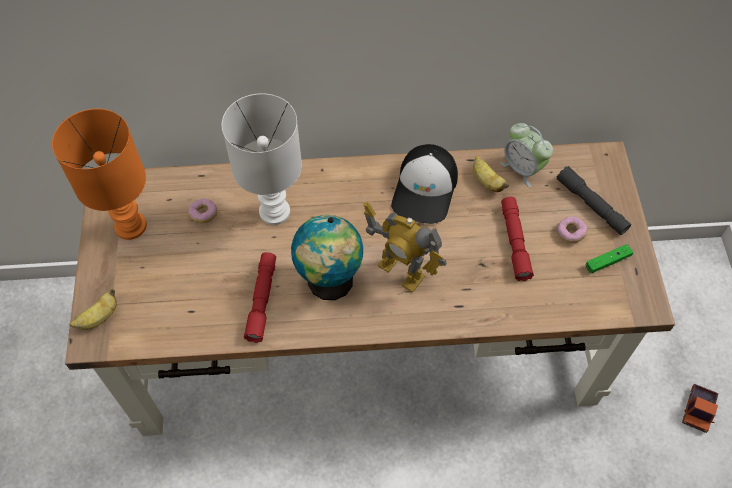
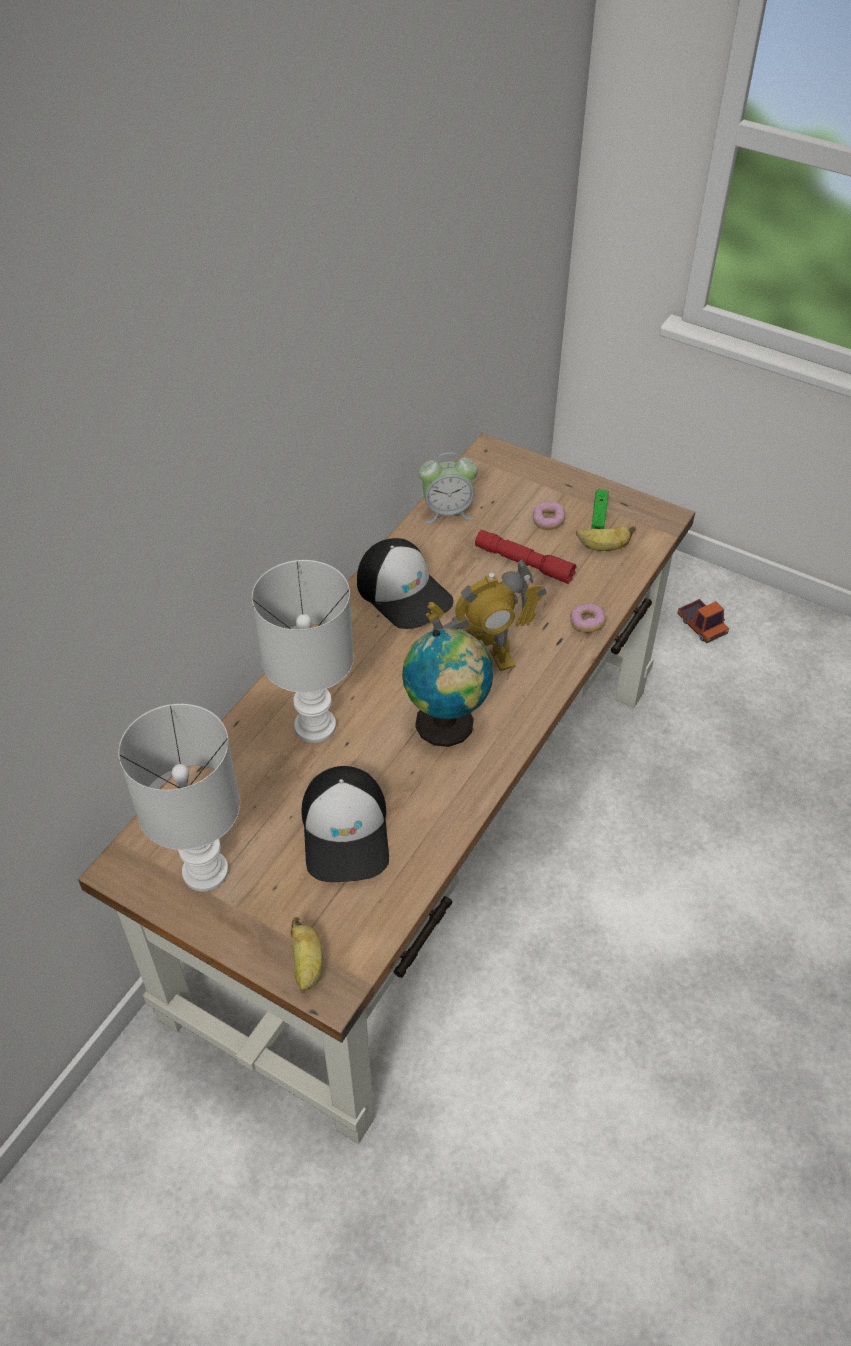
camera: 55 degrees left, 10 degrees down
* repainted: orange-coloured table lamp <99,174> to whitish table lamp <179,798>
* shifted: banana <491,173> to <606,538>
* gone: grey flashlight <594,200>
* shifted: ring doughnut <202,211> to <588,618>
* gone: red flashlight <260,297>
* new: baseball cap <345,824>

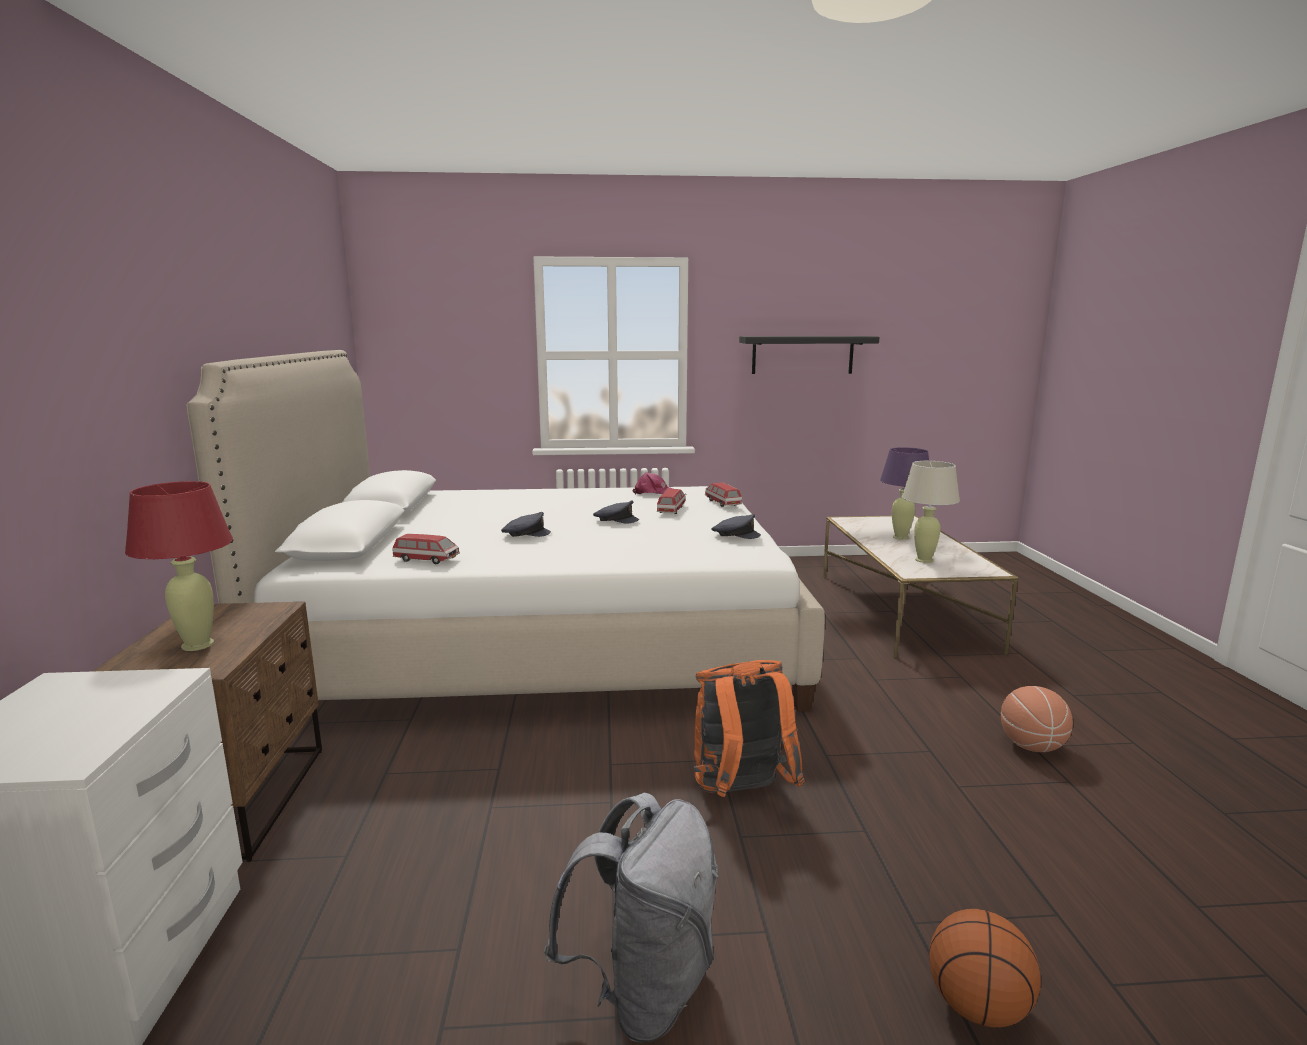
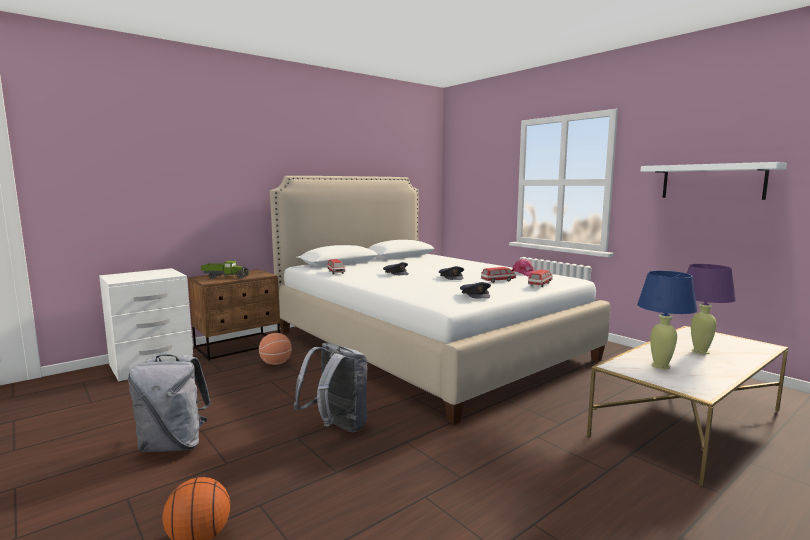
camera: 55 degrees right, 5 degrees down
* repainted: black bracket shelf <809,355> to whitish bracket shelf <714,181>
* repainted: beige-coloured table lamp <931,512> to bluish table lamp <667,320>
* swapped: red table lamp <179,566> to toy truck <225,269>
* repainted: orange-coloured backpack <749,728> to grey backpack <330,387>
* shifted: ball for basketball <1037,719> to <275,349>

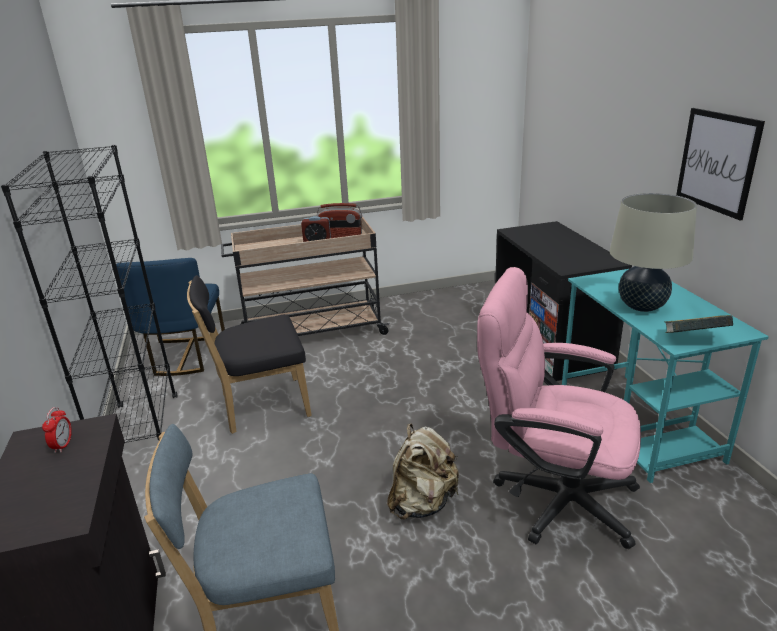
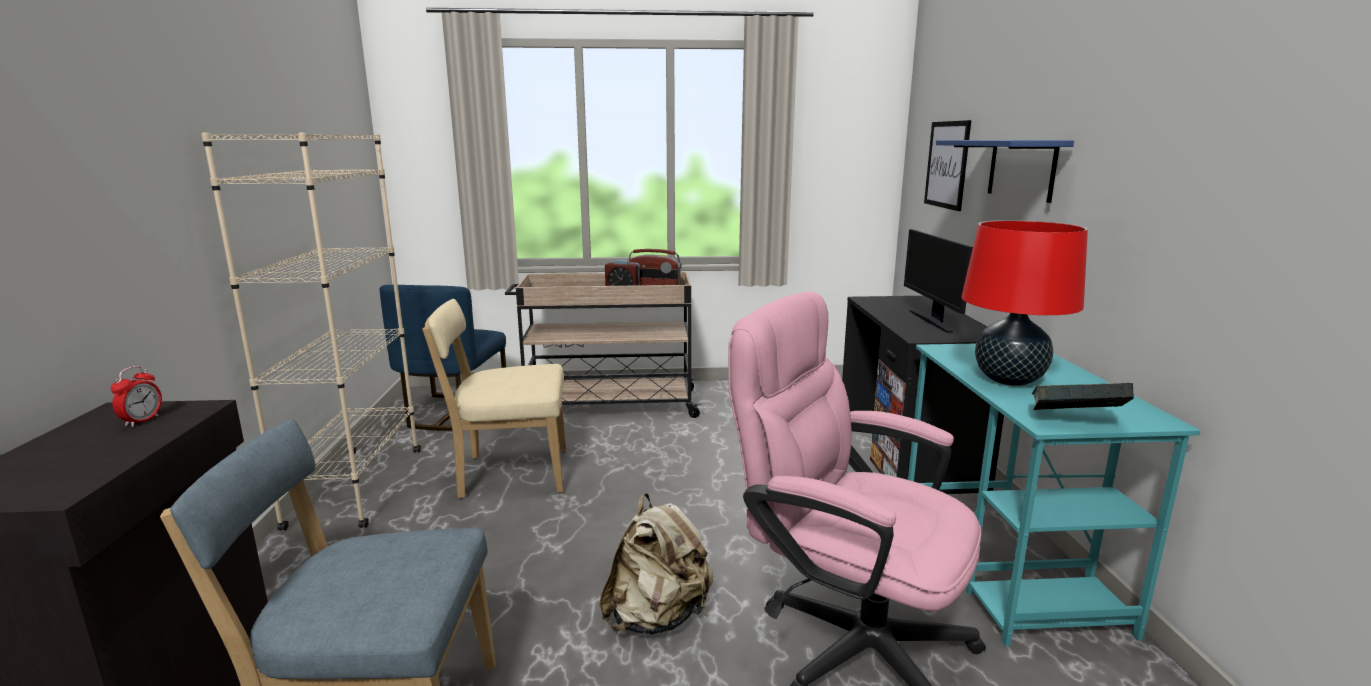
camera: 10 degrees right, 10 degrees down
* shifted: picture <720,164> to <947,165>
* repainted: black shelving unit <89,293> to beige-coloured shelving unit <311,331>
* repainted: beige-coloured table lamp <653,252> to red table lamp <1025,303>
* repainted: black chair <249,354> to beige-coloured chair <494,398>
* new: bluish bracket shelf <1005,171>
* new: computer display <938,281>

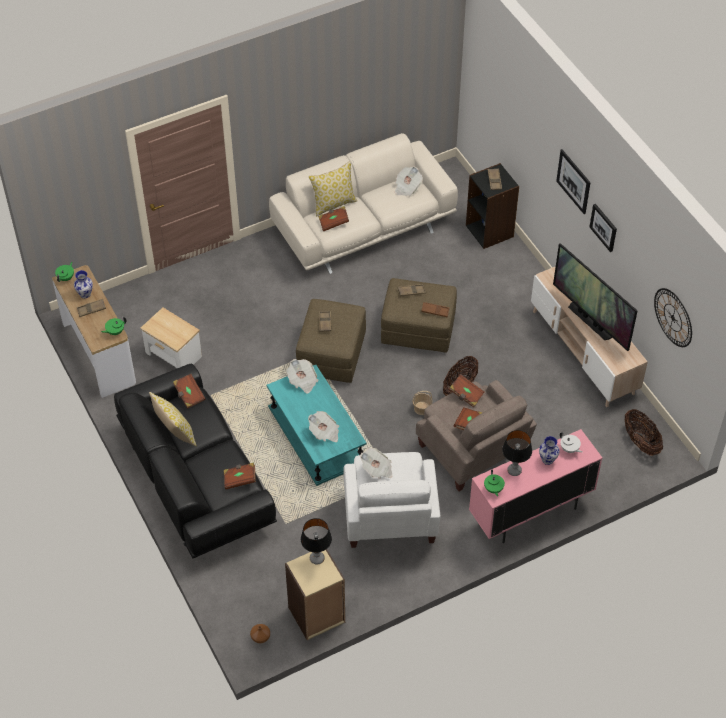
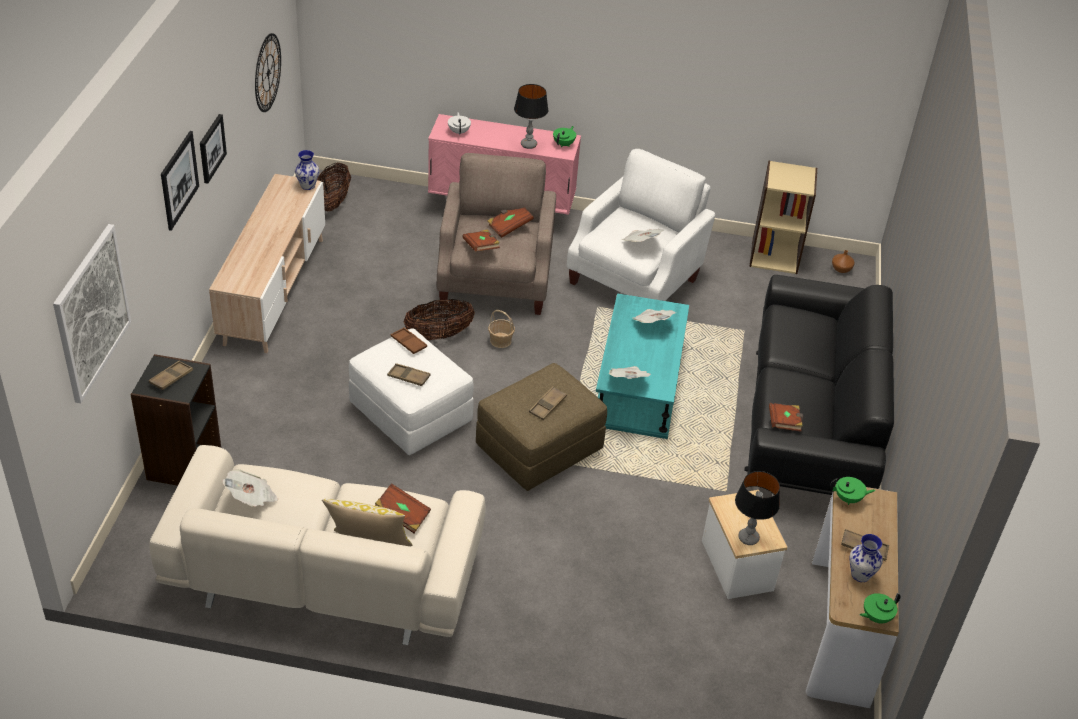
camera: 145 degrees left, 10 degrees down
* gone: TV set <595,297>
* repainted: brown pouffe <419,315> to whitish pouffe <411,391>
* gone: cushion <172,419>
* shifted: decorative vase <549,450> to <307,170>
* gone: brown volume <240,476>
* shifted: table lamp <316,541> to <757,508>
* new: picture <92,313>

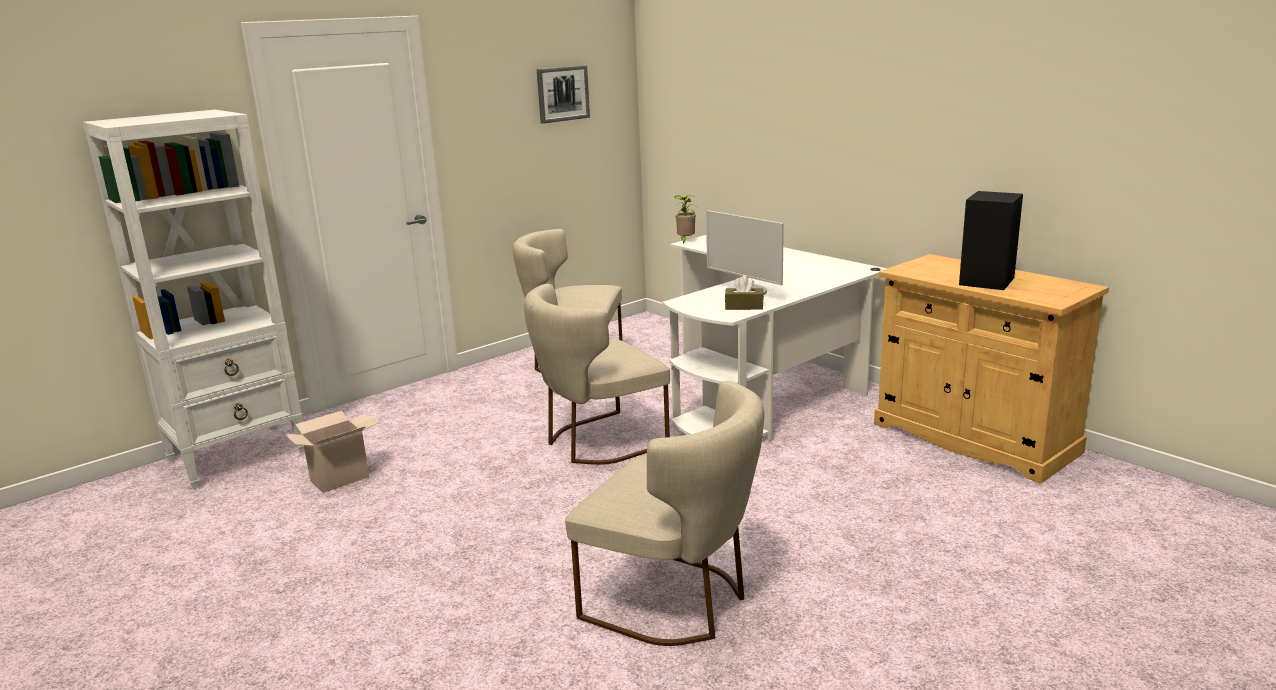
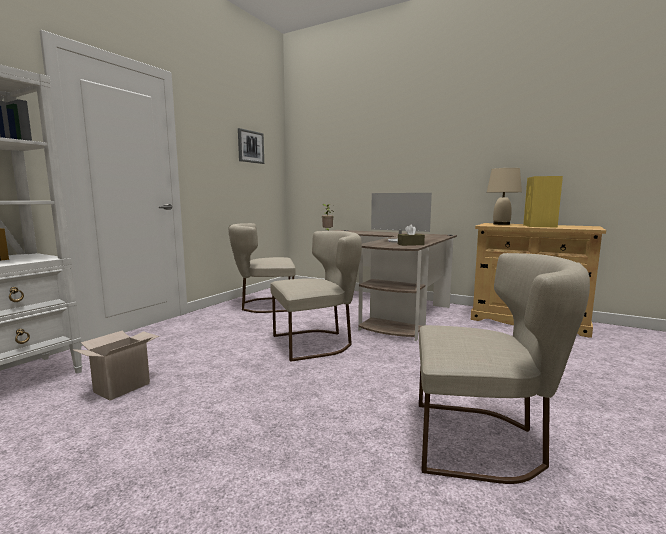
camera: 20 degrees left, 10 degrees down
* repainted: black loudspeaker <991,240> to yellowish loudspeaker <543,201>
* repainted: whitish desk unit <775,338> to brown desk unit <394,285>
* rotated: beige-coloured chair <597,374> = <316,296> 150 degrees counterclockwise
* new: beige-coloured table lamp <504,196>

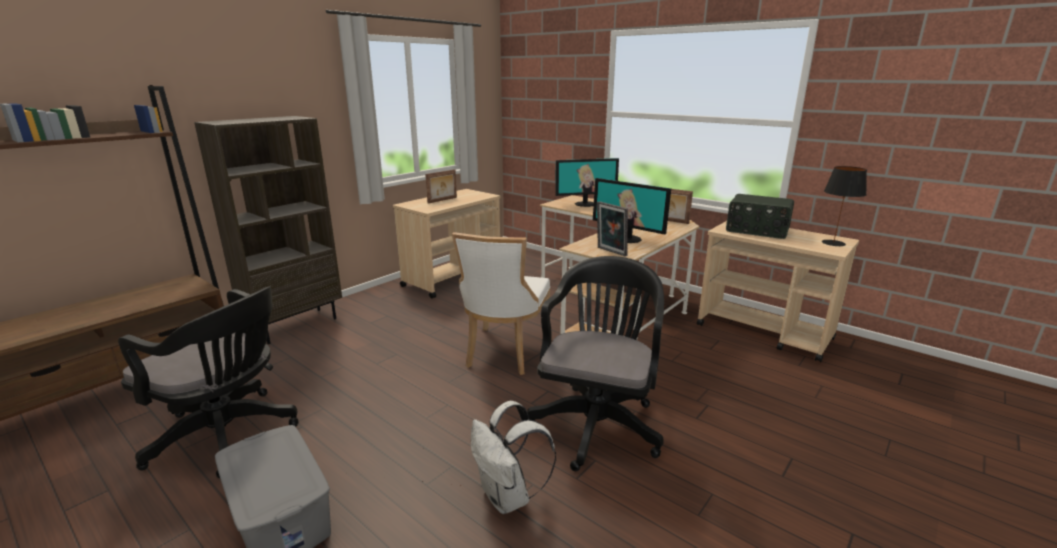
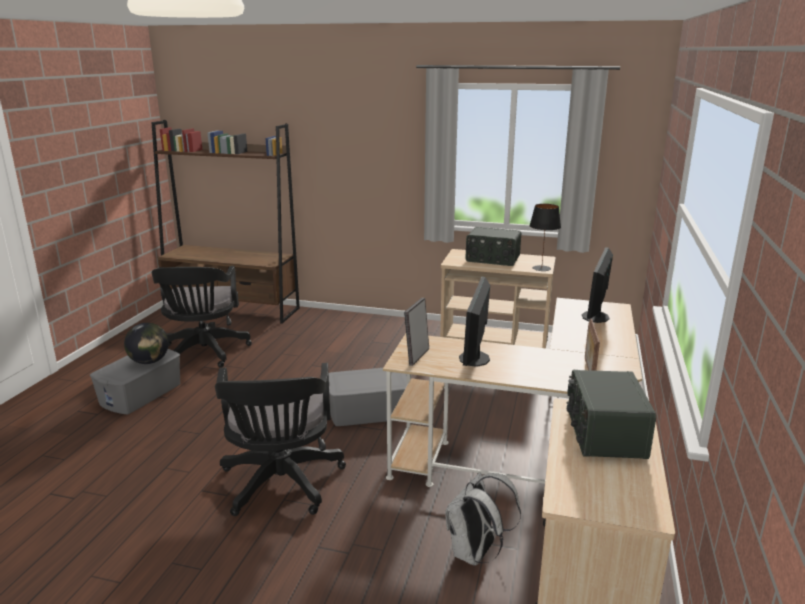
camera: 65 degrees right, 0 degrees up
* gone: brown shelving unit <268,230>
* rotated: computer display <587,182> = <597,285> 60 degrees clockwise
* shifted: black table lamp <844,206> to <545,237>
* swapped: photo frame <441,187> to radio set <493,246>
* swapped: whitish chair <501,303> to grey storage box <368,397>
* rotated: black office chair <595,363> = <280,439> 90 degrees clockwise
* shifted: whitish backpack <513,457> to <483,518>
* new: globe <146,343>

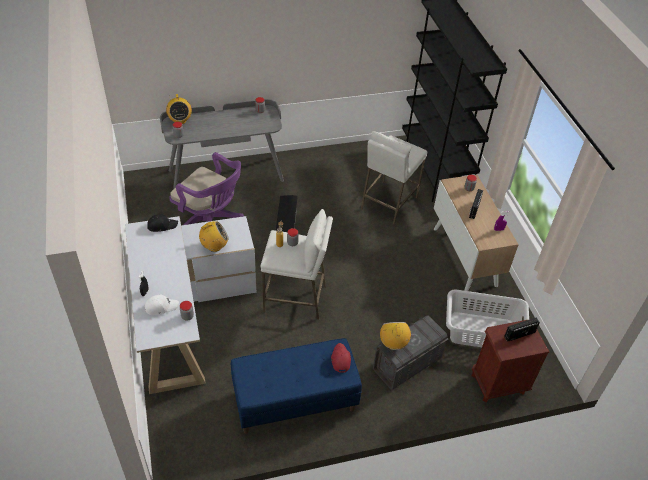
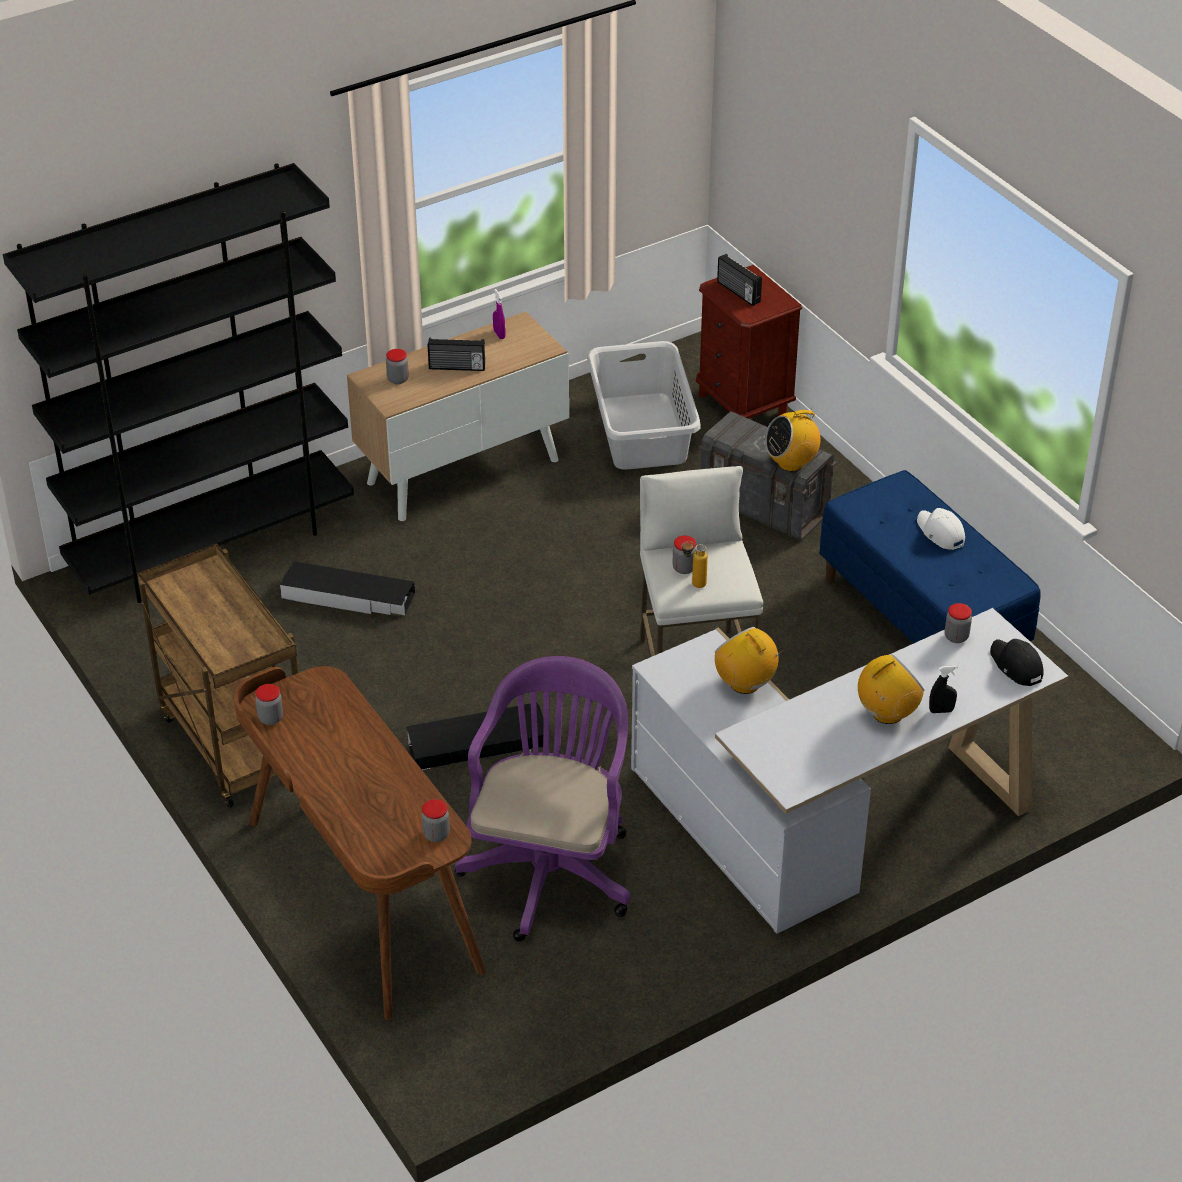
camera: 105 degrees left, 5 degrees down
* shifted: radio set <179,109> to <891,689>
* repainted: grey desk unit <222,144> to brown desk unit <360,843>
* swapped: whitish stool seat <393,178> to black storage box <347,588>
* shifted: black baseball cap <162,223> to <1017,662>
* shifted: whitish baseball cap <162,305> to <941,529>
* gone: red baseball cap <341,358>
* new: brown trolley <217,675>

